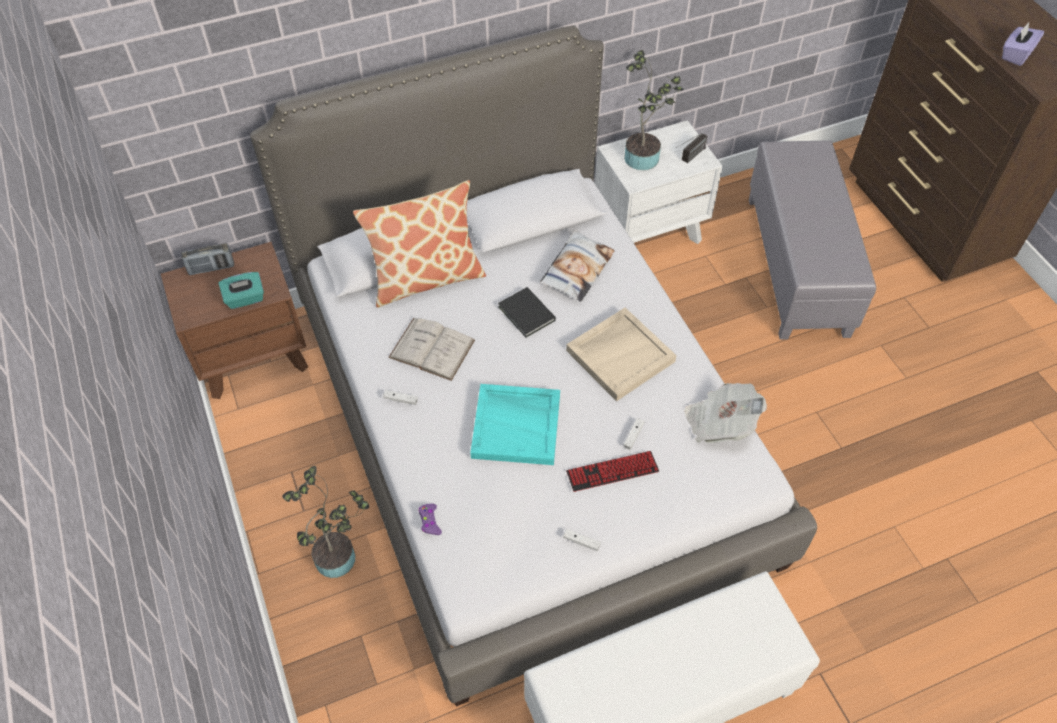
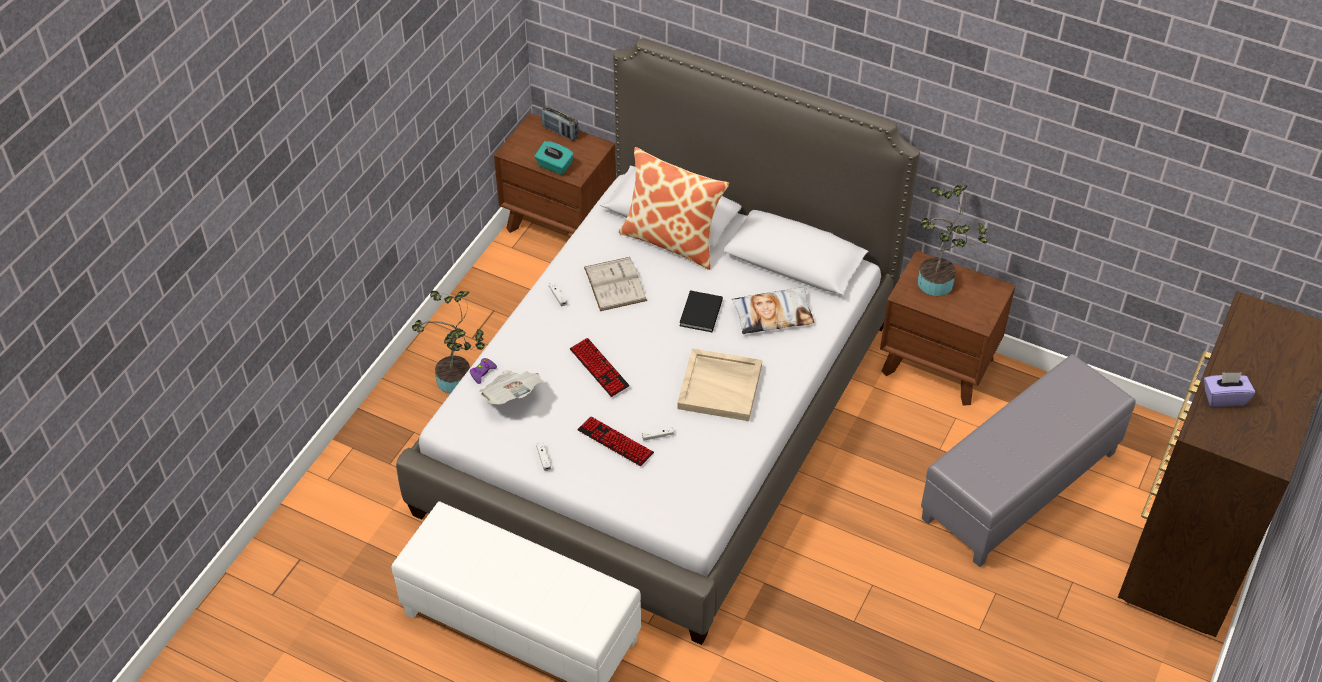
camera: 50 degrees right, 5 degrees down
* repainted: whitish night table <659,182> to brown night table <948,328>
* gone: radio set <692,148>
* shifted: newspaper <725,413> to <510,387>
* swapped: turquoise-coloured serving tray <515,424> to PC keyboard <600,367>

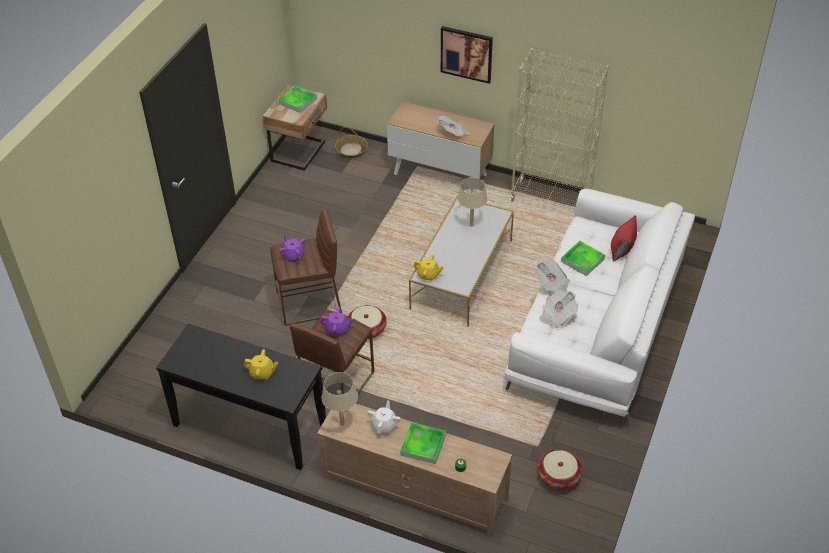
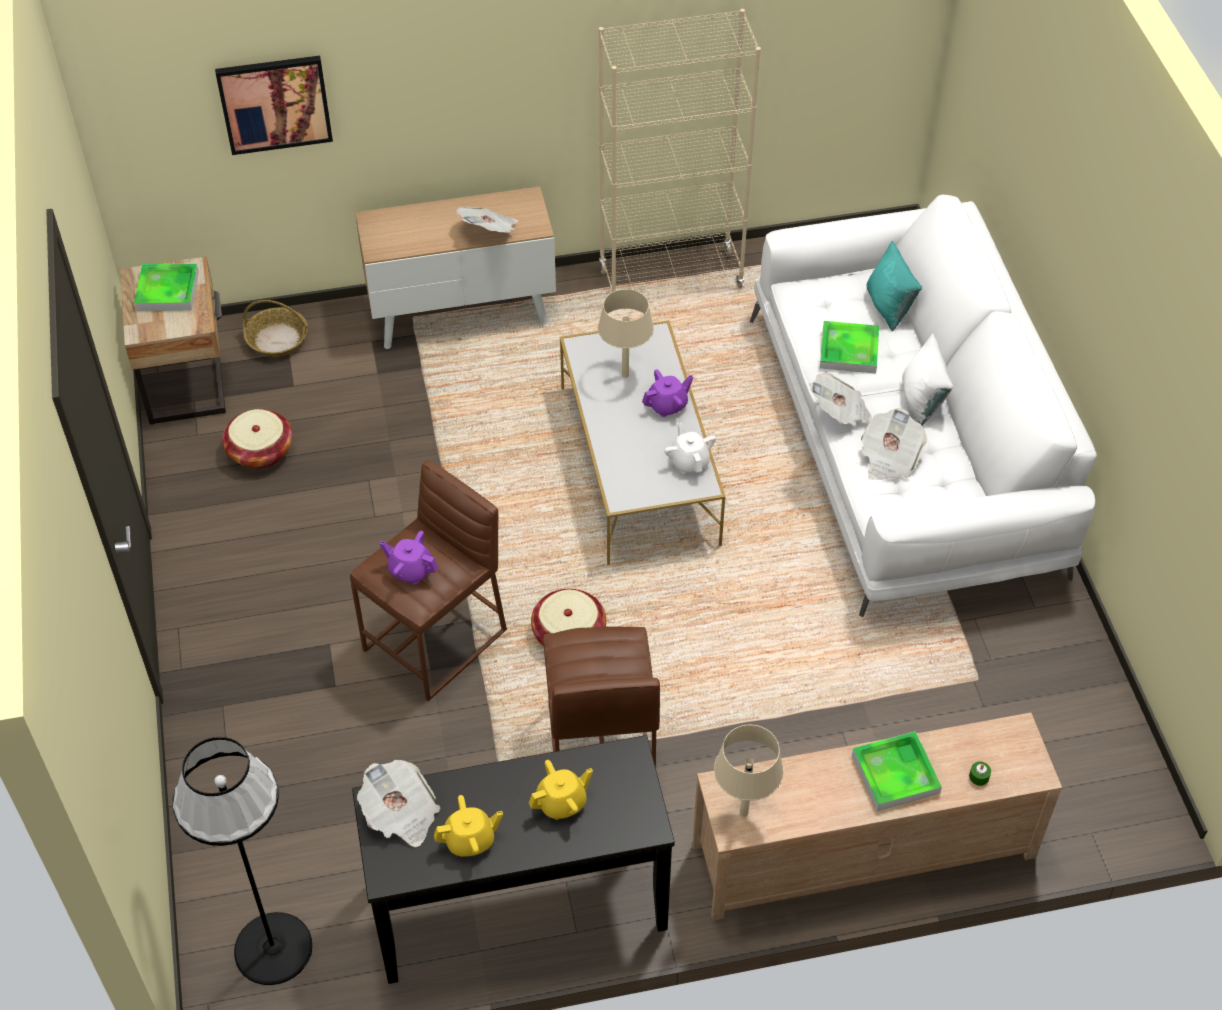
camera: 35 degrees left, 5 degrees up
* shifted: picture <467,55> to <274,105>
* repainted: red cushion <624,238> to turquoise-coloured cushion <894,286>
* shifted: yellowish tea pot <428,268> to <468,826>
* shifted: purple tea pot <337,321> to <667,393>
* shifted: whitish tea pot <384,417> to <690,448>
* shifted: household basket <559,469> to <257,439>
* new: whitish cushion <927,380>
* new: black standard lamp <243,861>
* new: newspaper <398,803>

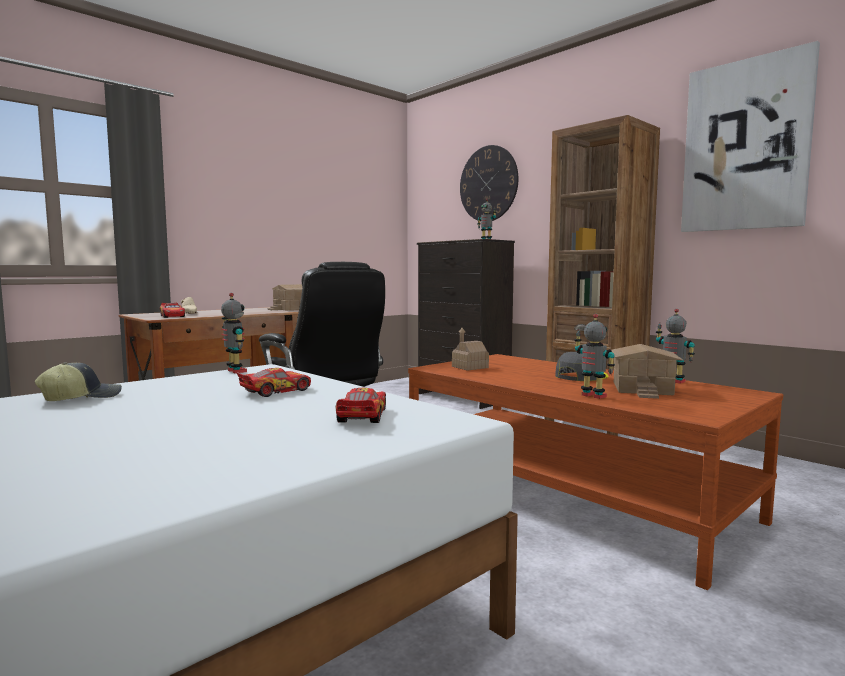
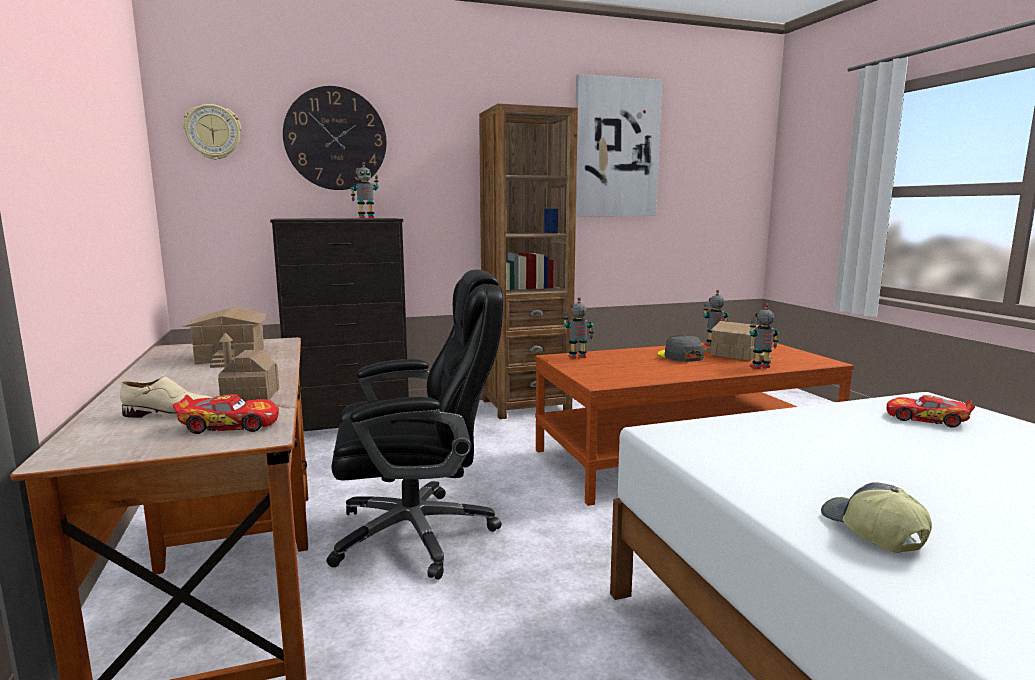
camera: 65 degrees left, 5 degrees up
* shifted: model robot <234,333> to <578,328>
* shifted: toy house <470,349> to <248,367>
* gone: toy car <274,382>
* new: clock on the wall <212,132>

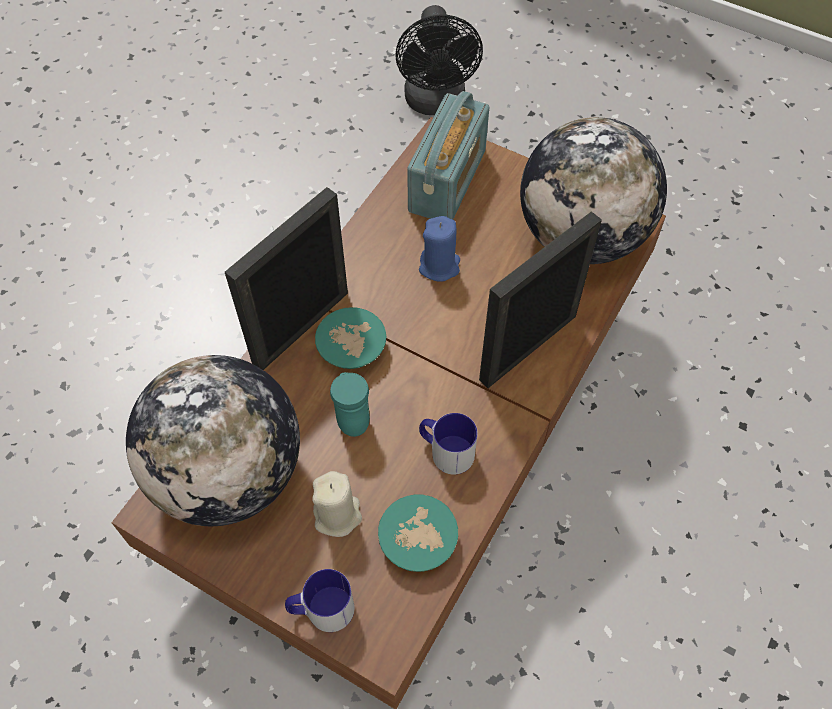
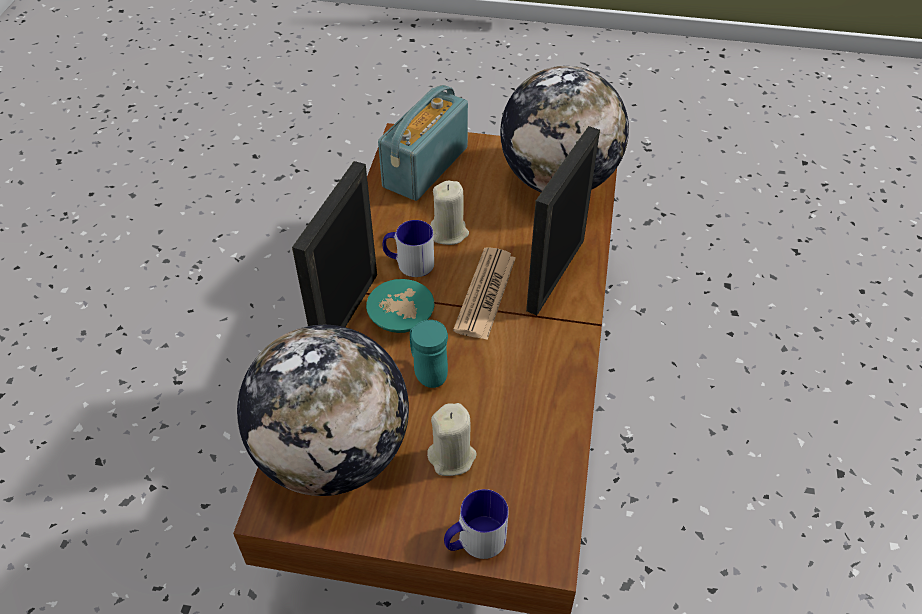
camera: 20 degrees left, 10 degrees down
* gone: black electric fan <439,60>
* rotated: radio set <448,155> = <423,143> 150 degrees counterclockwise
* repainted: bluish wax light <439,249> to beige-coloured wax light <449,213>
* shifted: coffee mug <448,444> to <408,248>
* gone: turquoise-coloured bowl <418,533>
* new: newspaper <484,293>

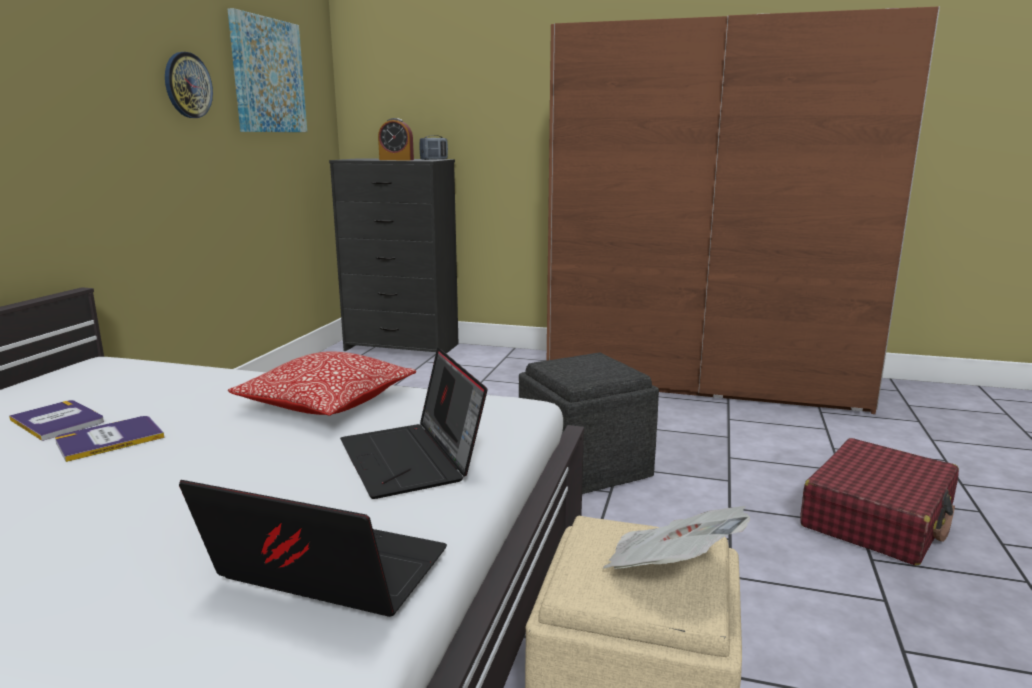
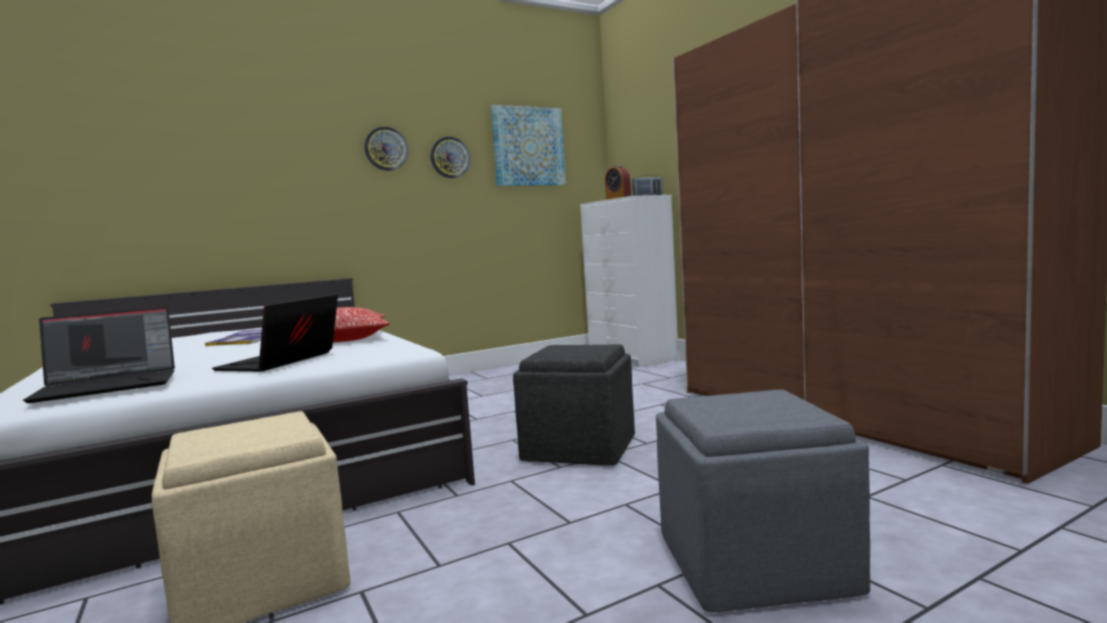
camera: 45 degrees right, 10 degrees down
* repainted: black chest of drawers <393,256> to whitish chest of drawers <629,281>
* swapped: red suitcase <879,501> to grey pouffe <763,500>
* rotated: laptop <313,548> = <99,354> 90 degrees clockwise
* gone: newspaper <676,537>
* new: clock on the wall <386,149>

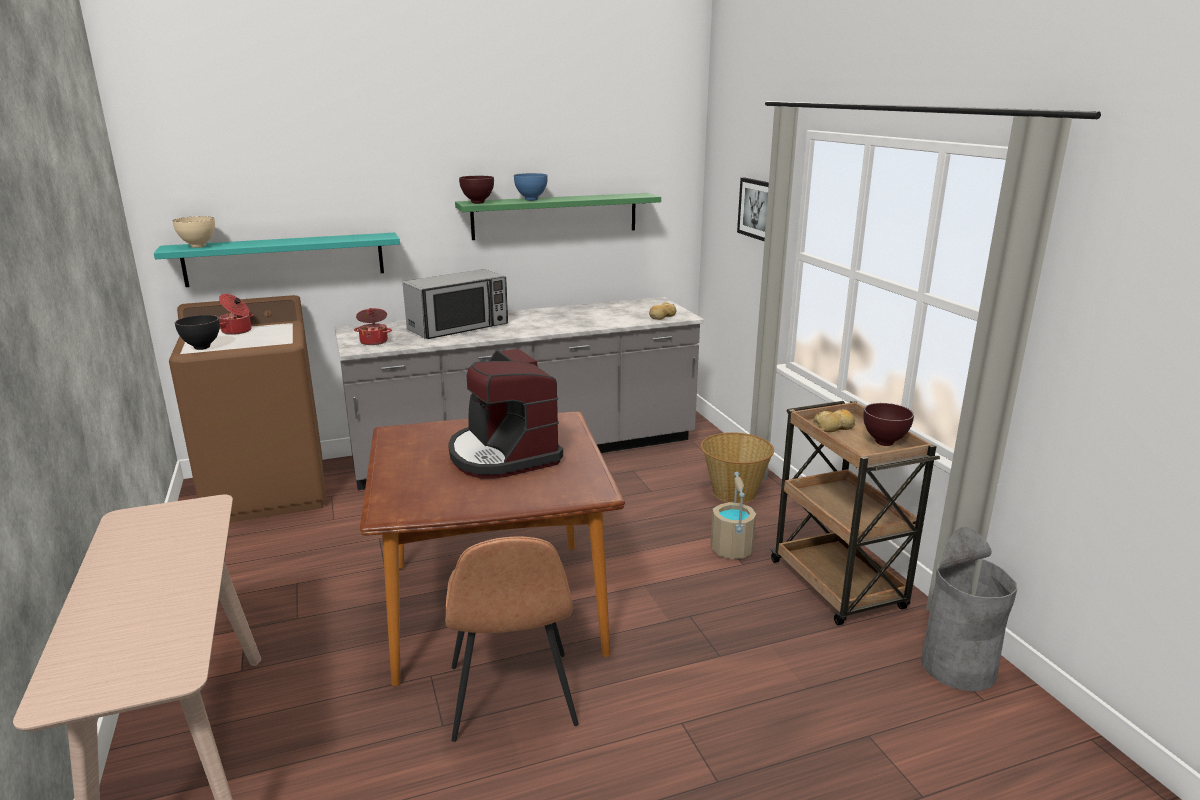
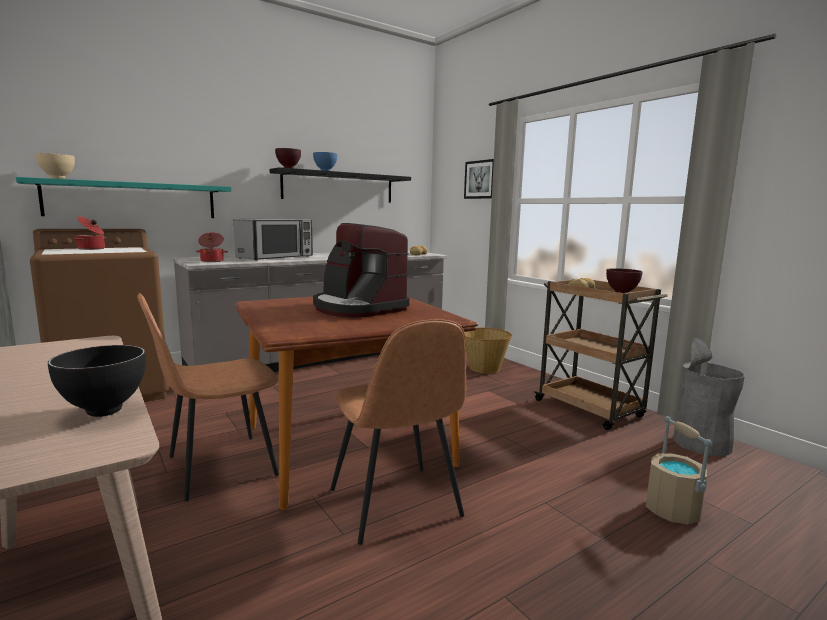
camera: 15 degrees left, 10 degrees down
* repainted: green-coloured bracket shelf <558,216> to black bracket shelf <340,185>
* shifted: black bowl <197,332> to <97,381>
* shifted: beige-coloured pail <733,515> to <679,470>
* new: brown chair <208,397>

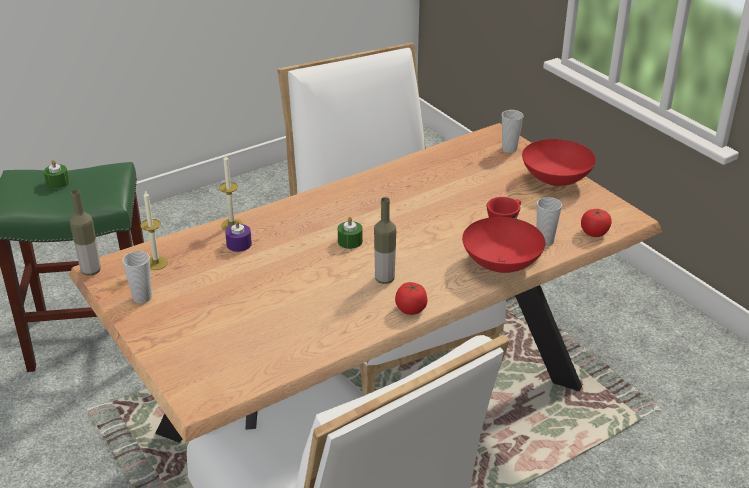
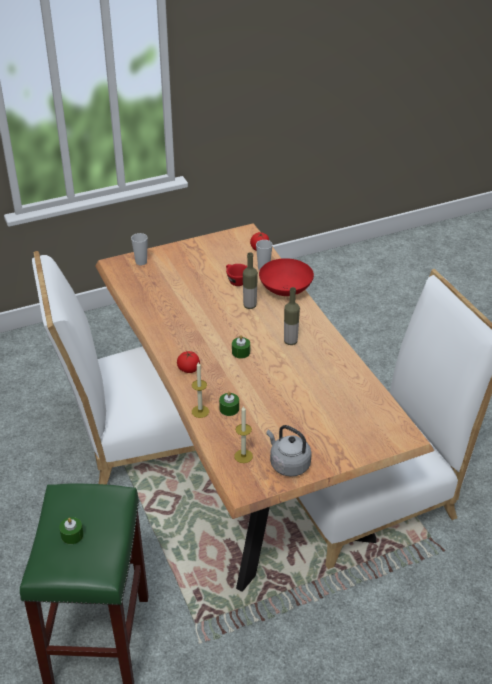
camera: 80 degrees left, 5 degrees up
* gone: red bowl <559,162>
* shifted: beverage bottle <85,233> to <250,280>
* repainted: purple wax light <238,235> to green-coloured wax light <229,404>
* swapped: small cup <137,277> to grey water kettle <289,451>
* shifted: tomato <411,298> to <188,362>

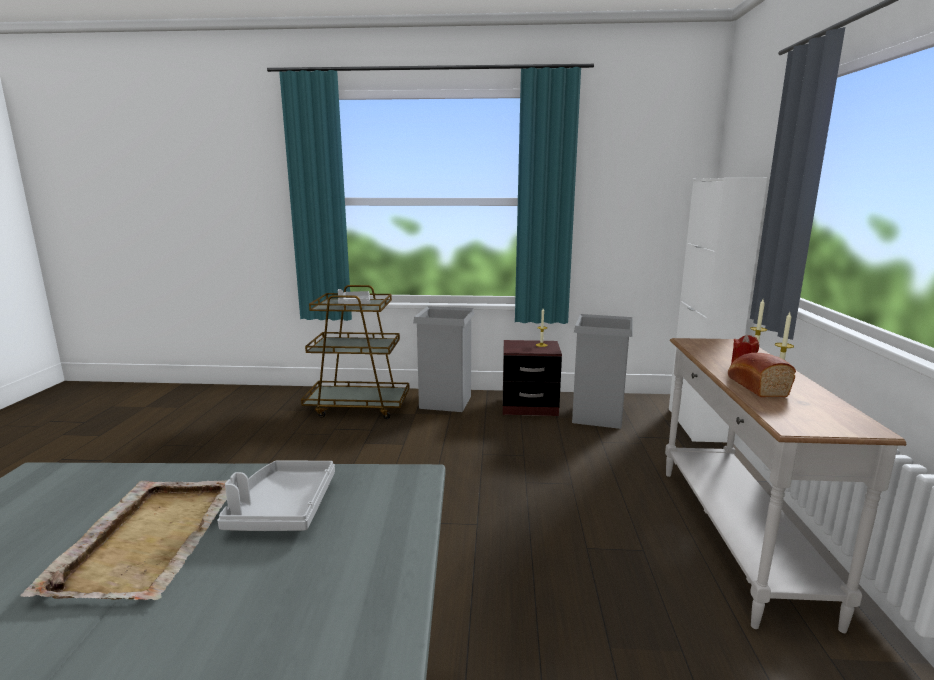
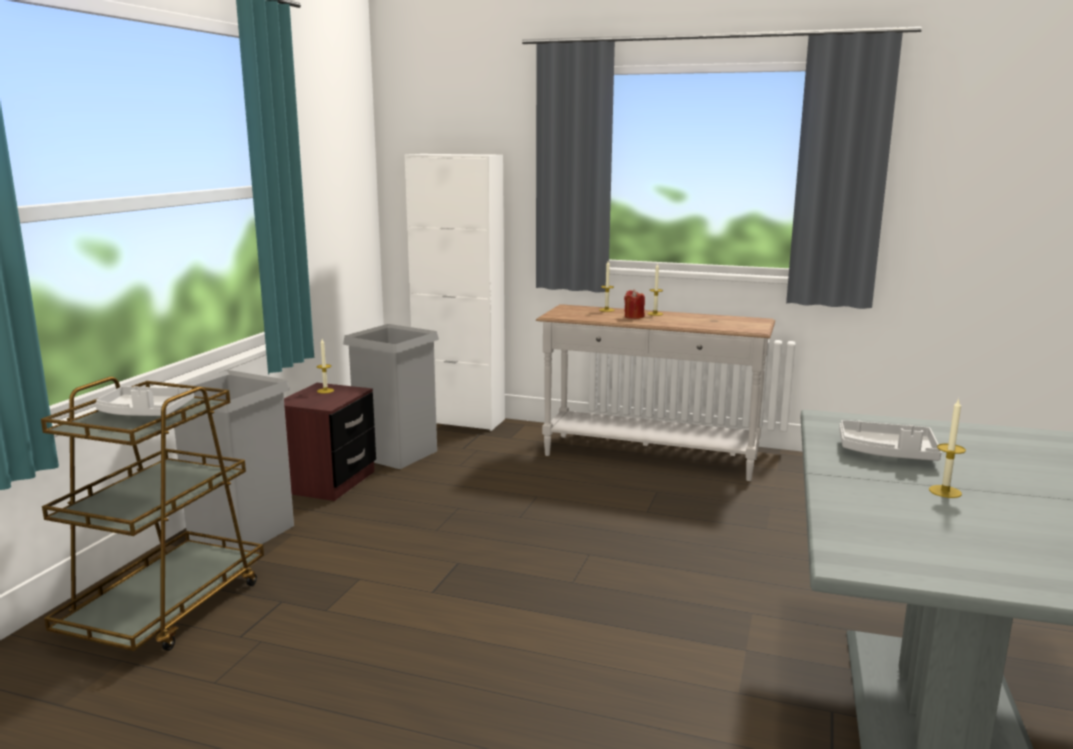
camera: 75 degrees left, 0 degrees up
* gone: bread <762,375>
* swapped: beige-coloured serving tray <123,540> to wax light <947,448>

